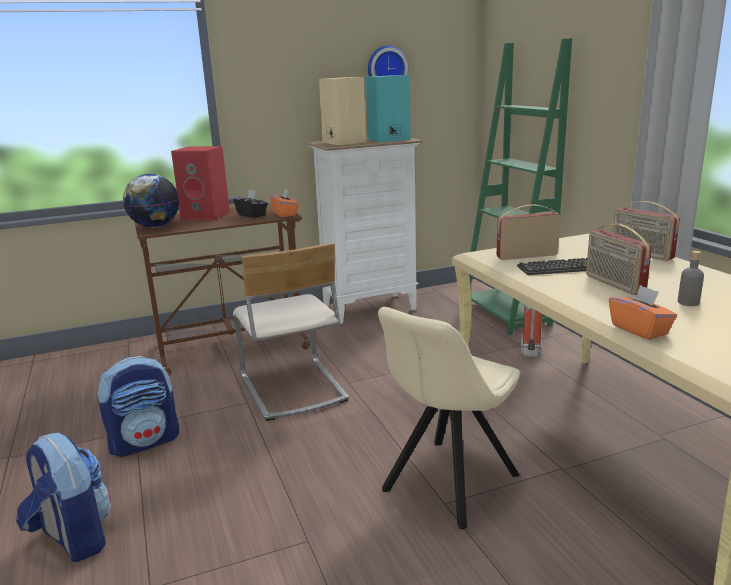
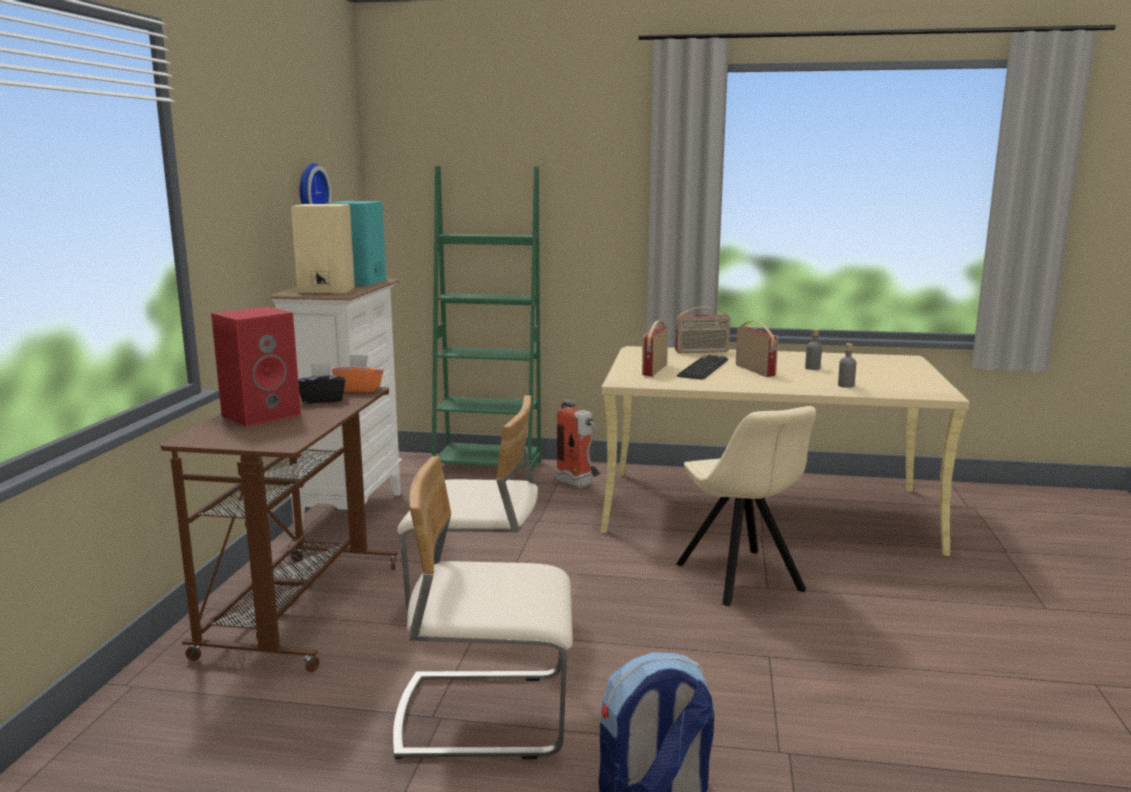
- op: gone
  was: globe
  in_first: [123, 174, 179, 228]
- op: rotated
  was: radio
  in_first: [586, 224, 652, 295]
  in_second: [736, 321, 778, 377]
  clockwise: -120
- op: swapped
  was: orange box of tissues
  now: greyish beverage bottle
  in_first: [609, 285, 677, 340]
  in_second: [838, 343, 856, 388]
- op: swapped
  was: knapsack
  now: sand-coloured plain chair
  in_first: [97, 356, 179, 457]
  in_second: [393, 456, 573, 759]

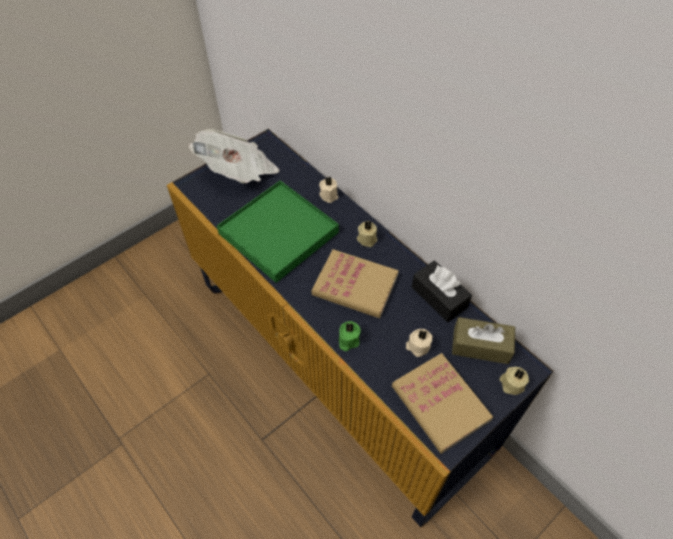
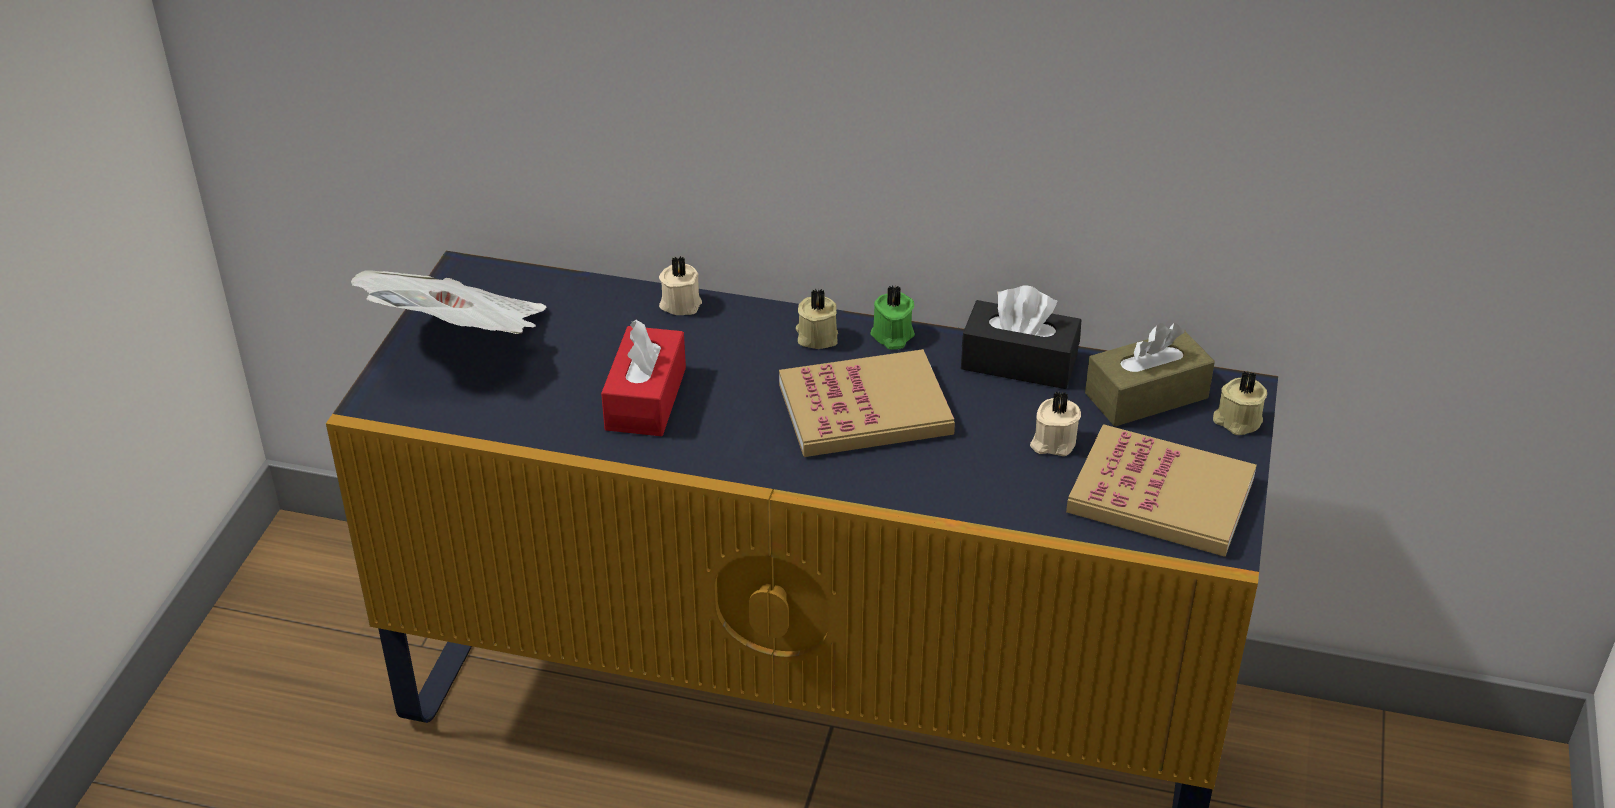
- op: swapped
  was: green-coloured carrying tray
  now: red box of tissues
  in_first: [217, 181, 339, 283]
  in_second: [601, 319, 686, 436]
- op: shifted
  was: green-coloured wax candle
  in_first: [339, 321, 361, 351]
  in_second: [870, 285, 915, 350]

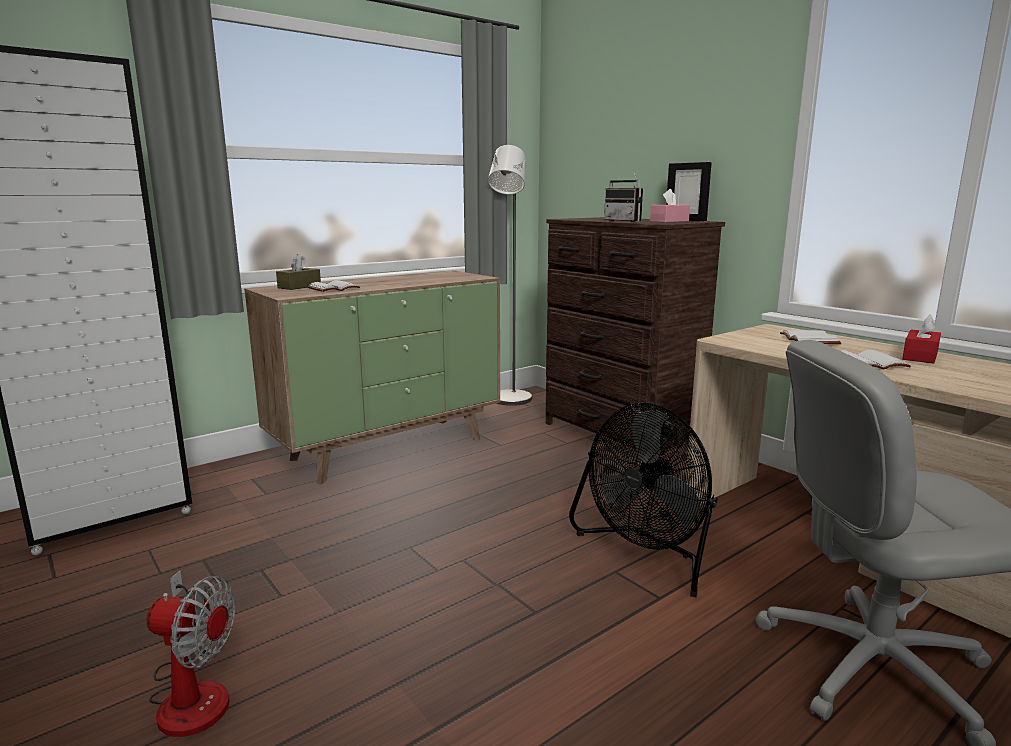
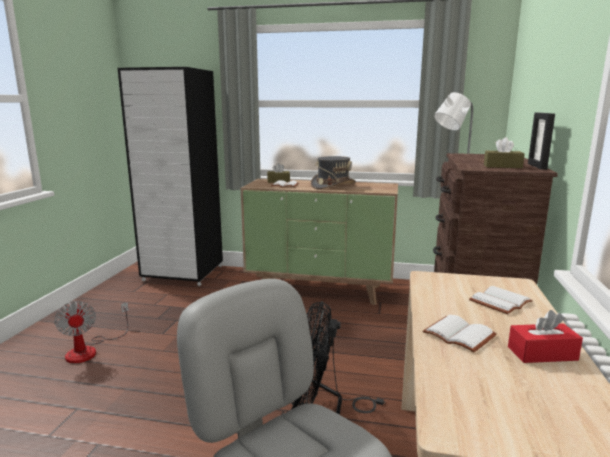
- op: gone
  was: radio
  in_first: [604, 169, 643, 222]
- op: repainted
  was: pinkish box of tissues
  now: brown-coloured box of tissues
  in_first: [650, 189, 690, 222]
  in_second: [484, 137, 525, 168]
- op: new
  now: greyish clothing hat
  in_second: [311, 156, 356, 189]

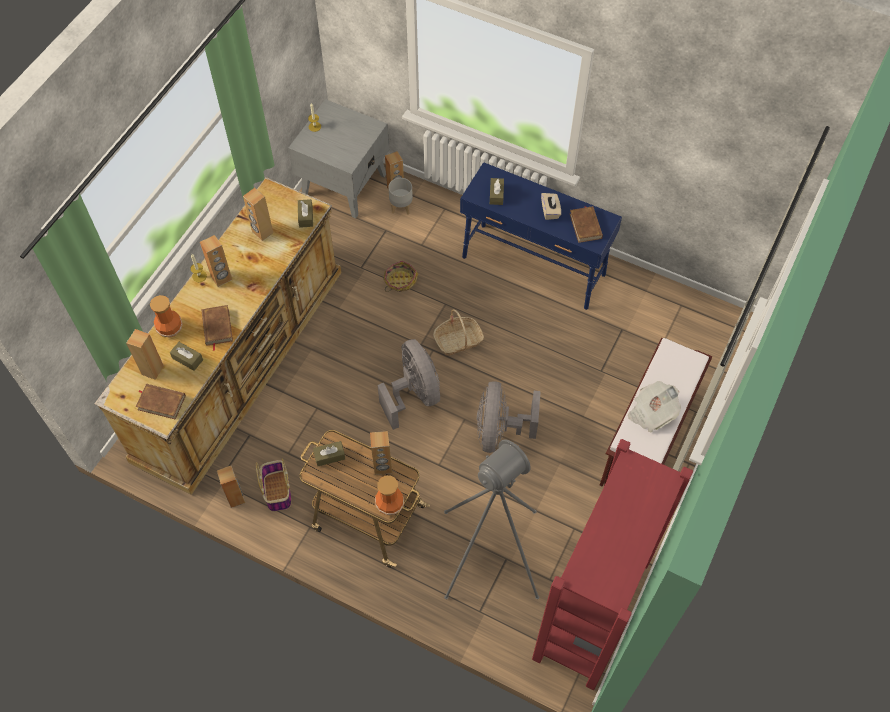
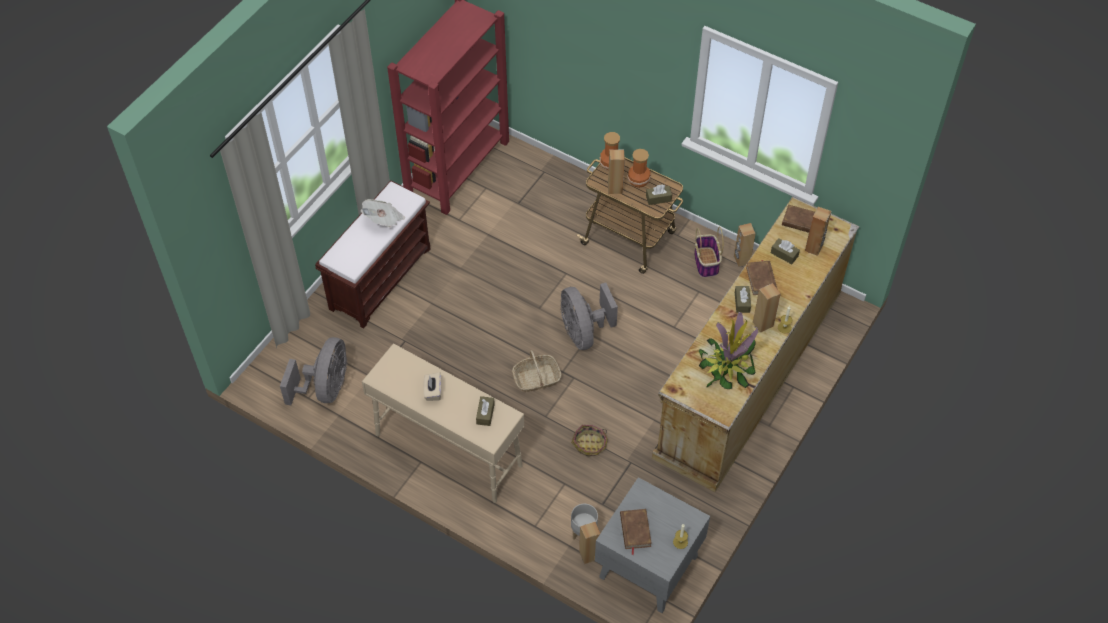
- op: repainted
  was: bluish hall table
  now: sand-coloured hall table
  in_first: [460, 162, 622, 310]
  in_second: [362, 344, 524, 503]
- op: swapped
  was: brown-coloured speaker
  now: houseplant
  in_first: [243, 188, 273, 241]
  in_second: [699, 312, 759, 389]
- op: shifted
  was: brown-coloured box of tissues
  in_first: [298, 199, 313, 228]
  in_second: [735, 286, 751, 313]
- op: shifted
  was: brown-coloured bound book
  in_first: [570, 206, 603, 243]
  in_second: [620, 509, 652, 555]
- op: shifted
  was: decorative vase
  in_first: [150, 295, 183, 338]
  in_second: [627, 149, 651, 188]
- op: shifted
  was: greyish cooling fan
  in_first: [477, 381, 541, 453]
  in_second: [280, 337, 347, 405]
- op: gone
  was: greyish floor lamp
  in_first: [444, 440, 539, 599]

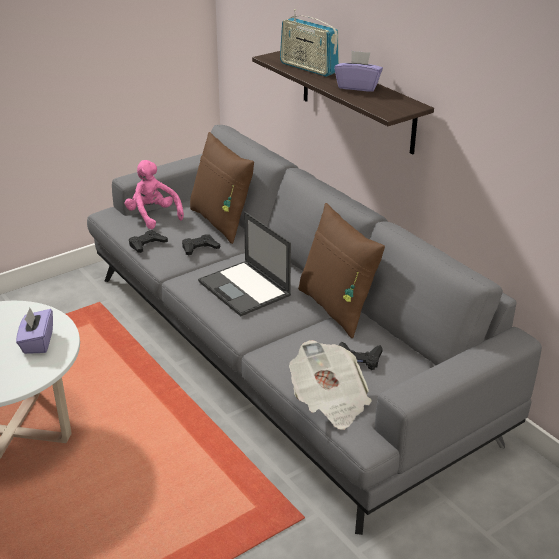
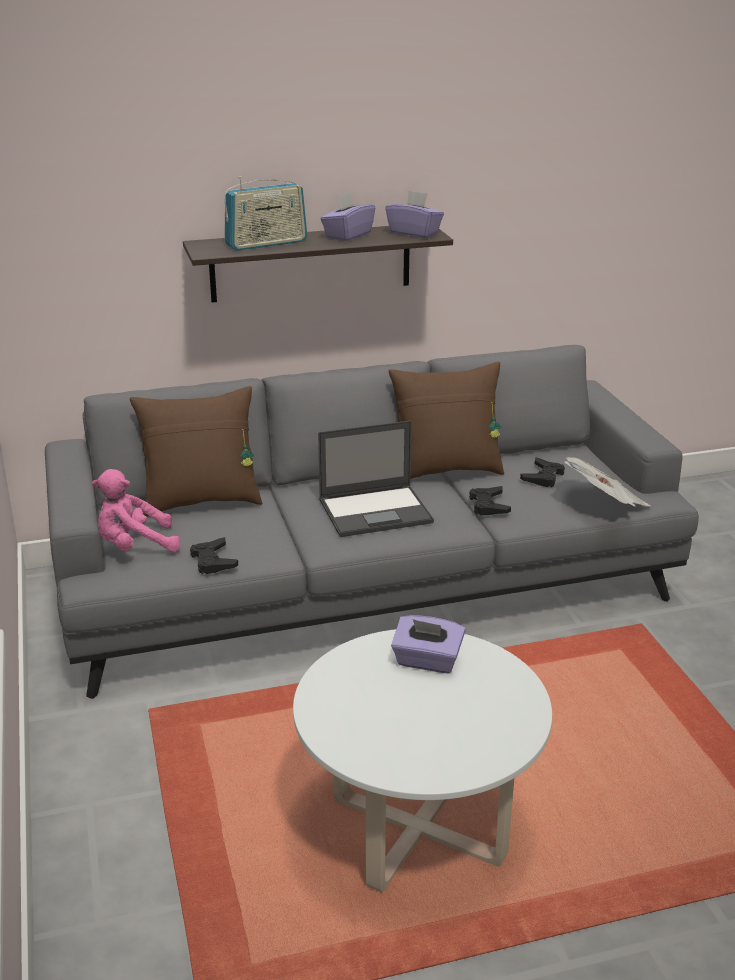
- op: shifted
  was: black joypad
  in_first: [182, 234, 220, 256]
  in_second: [469, 486, 511, 515]
- op: new
  now: purple-coloured box of tissues
  in_second: [385, 191, 444, 238]

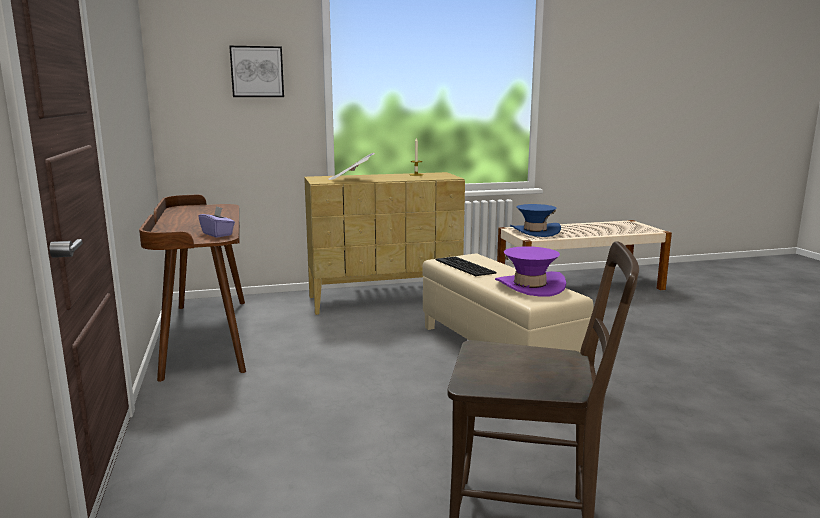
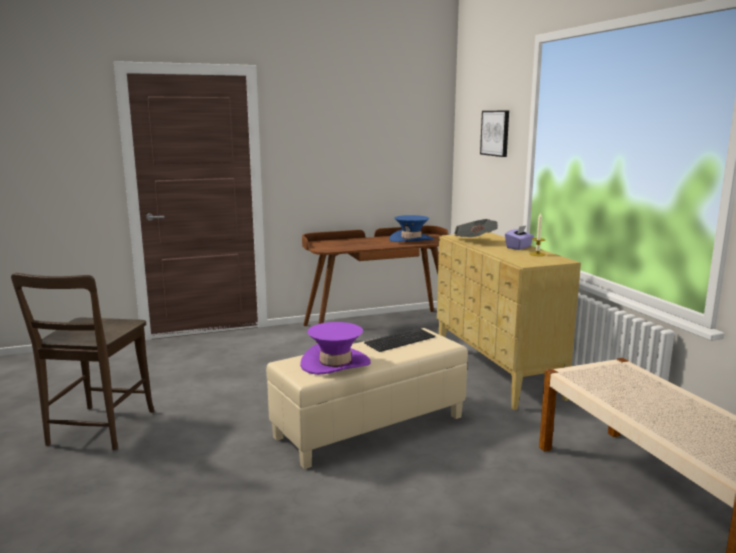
- op: shifted
  was: bluish clothing hat
  in_first: [510, 204, 561, 237]
  in_second: [389, 215, 434, 242]
- op: shifted
  was: purple-coloured box of tissues
  in_first: [198, 206, 235, 237]
  in_second: [505, 226, 534, 250]

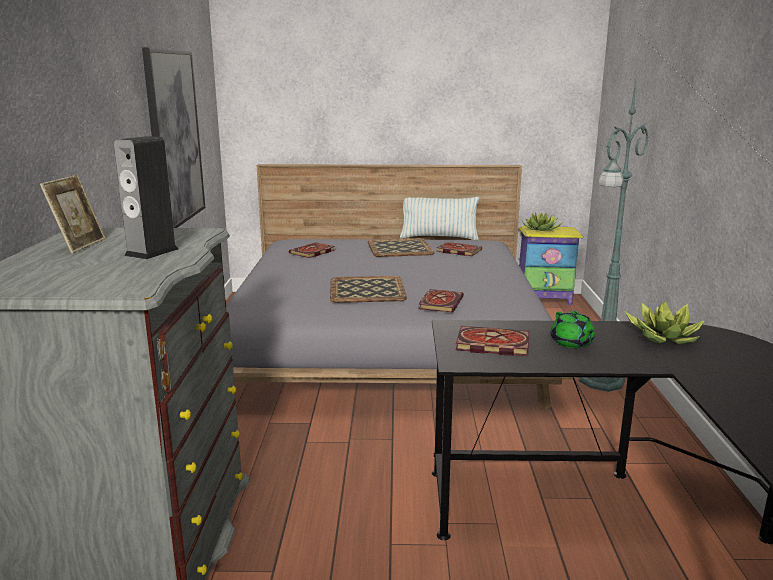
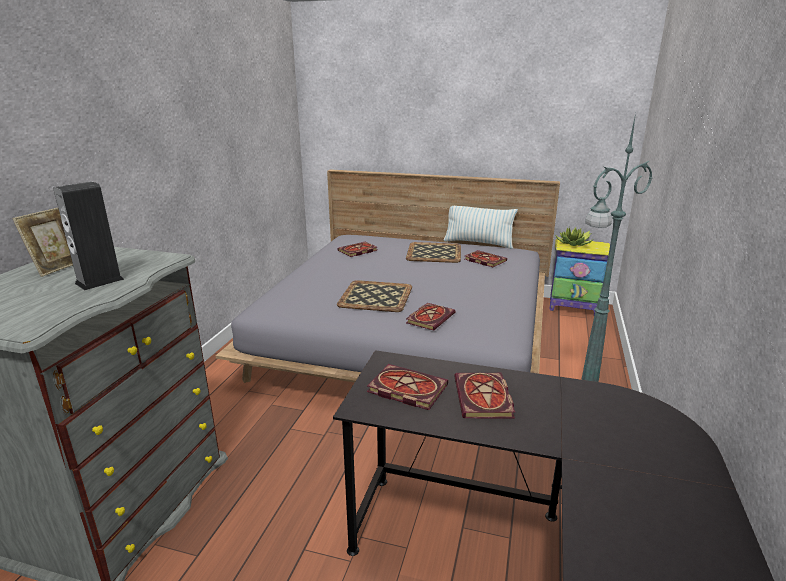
- op: gone
  was: wall picture
  in_first: [142, 48, 205, 228]
- op: gone
  was: houseplant
  in_first: [624, 301, 705, 344]
- op: swapped
  was: green-coloured pot for tea
  now: bound book
  in_first: [550, 311, 595, 348]
  in_second: [454, 373, 515, 419]

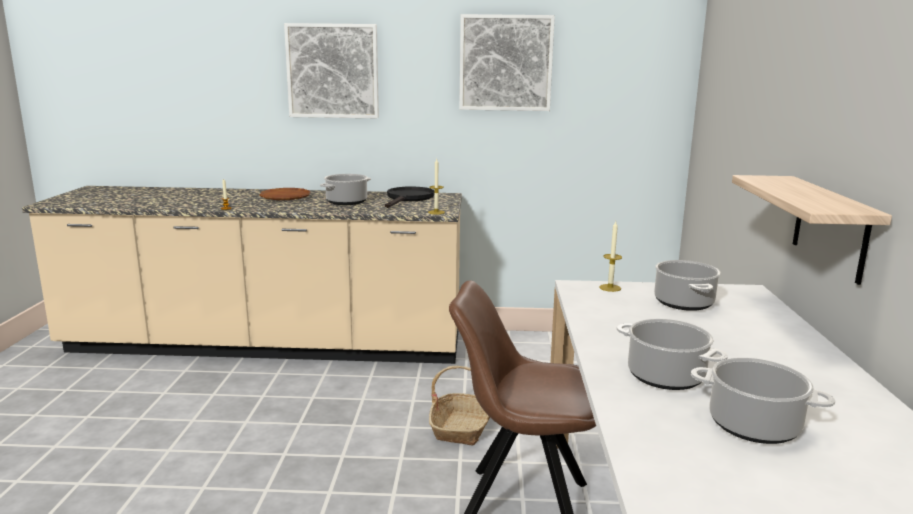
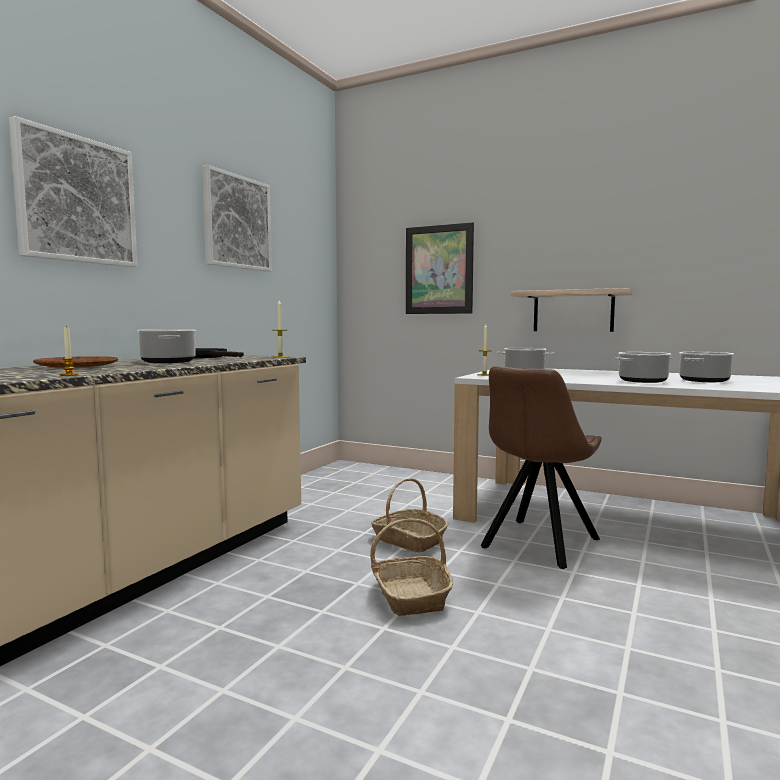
- op: new
  now: wall picture
  in_second: [406, 222, 474, 314]
- op: new
  now: storage basket
  in_second: [370, 518, 453, 616]

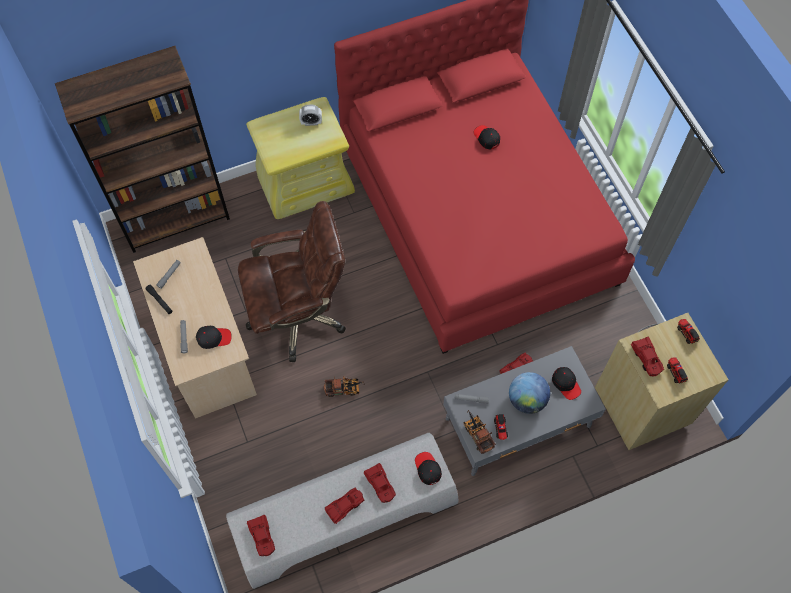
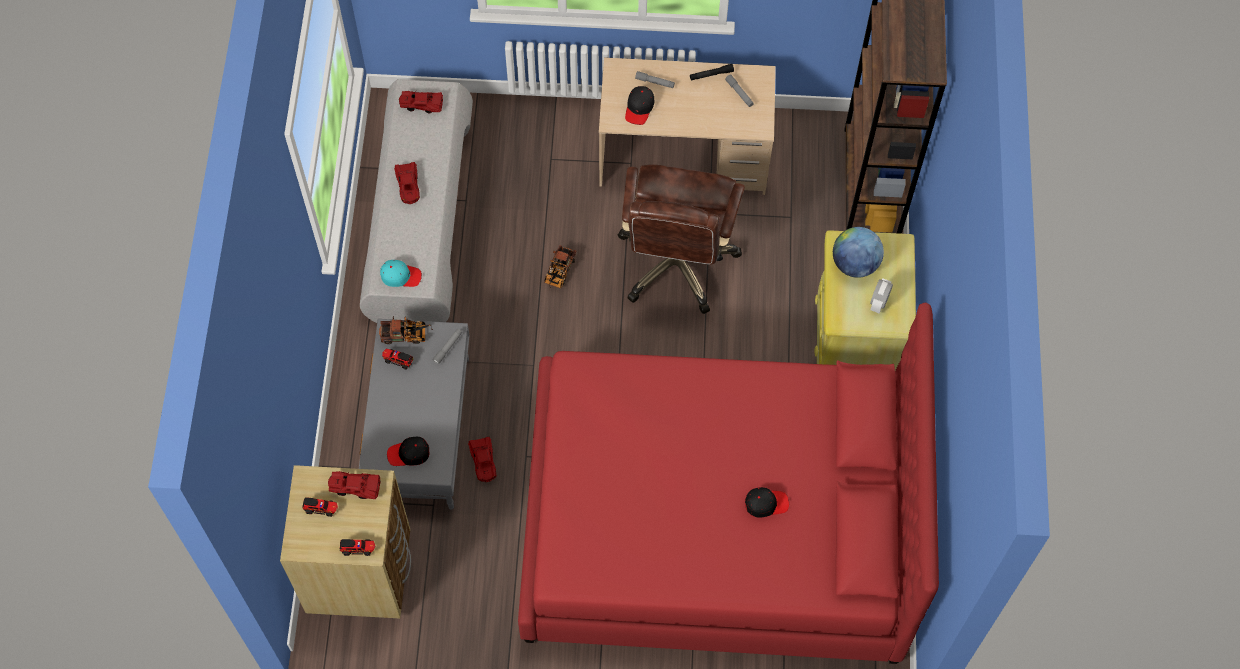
- op: shifted
  was: globe
  in_first: [509, 372, 550, 414]
  in_second: [833, 227, 884, 278]
- op: repainted
  was: black baseball cap
  now: turquoise-coloured baseball cap
  in_first: [415, 452, 442, 485]
  in_second: [380, 260, 422, 287]
- op: gone
  was: red miniature car
  in_first: [363, 463, 396, 503]

